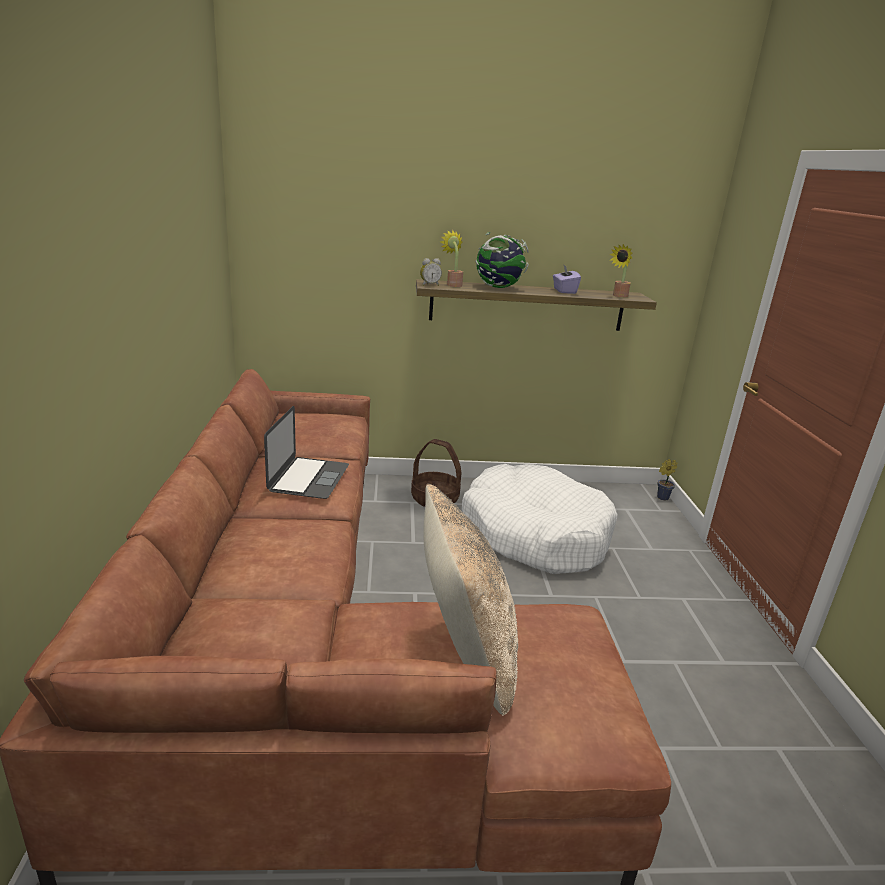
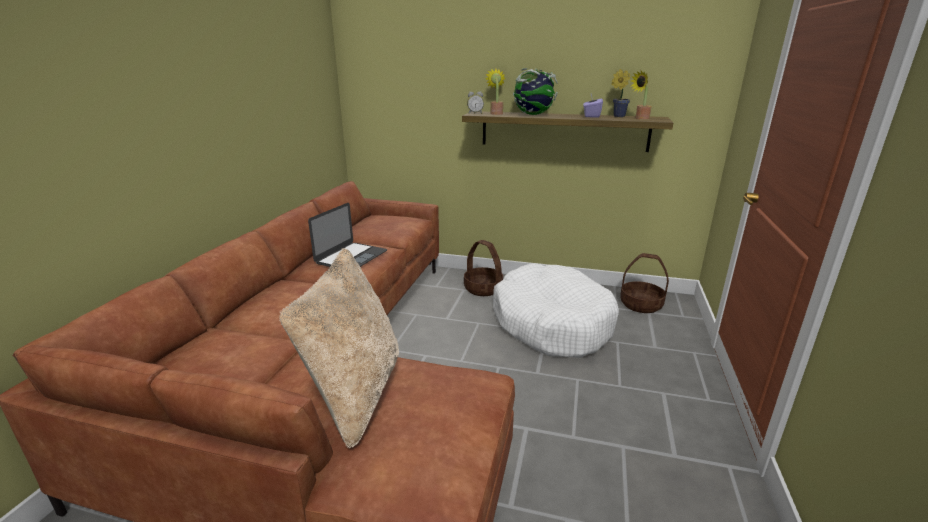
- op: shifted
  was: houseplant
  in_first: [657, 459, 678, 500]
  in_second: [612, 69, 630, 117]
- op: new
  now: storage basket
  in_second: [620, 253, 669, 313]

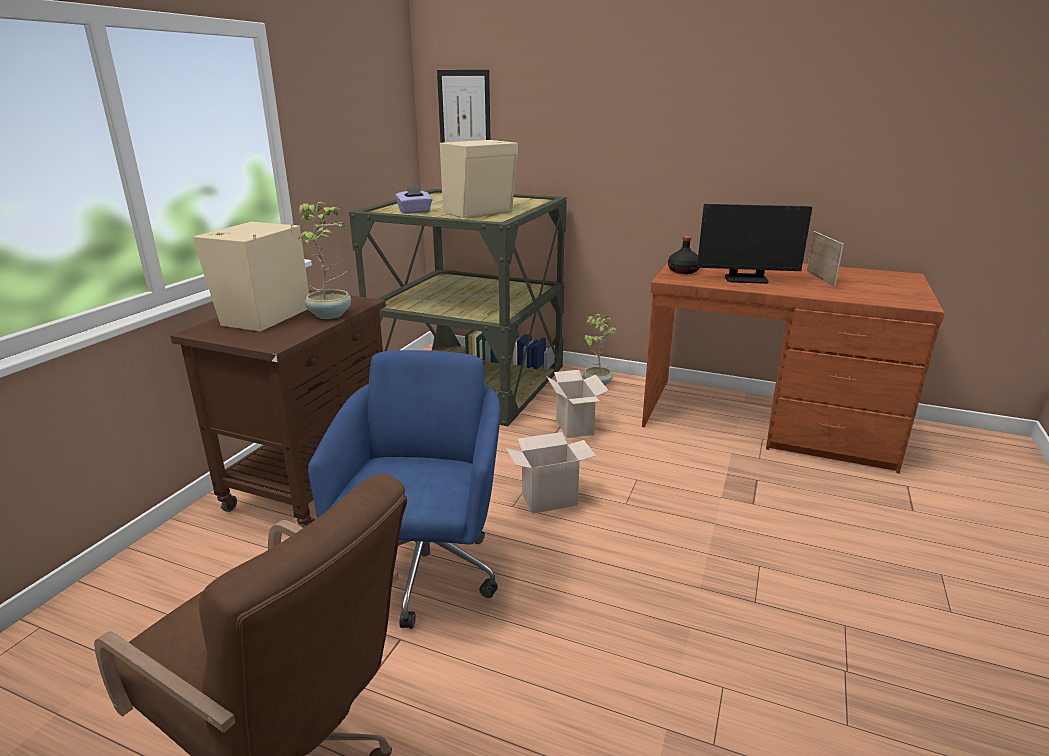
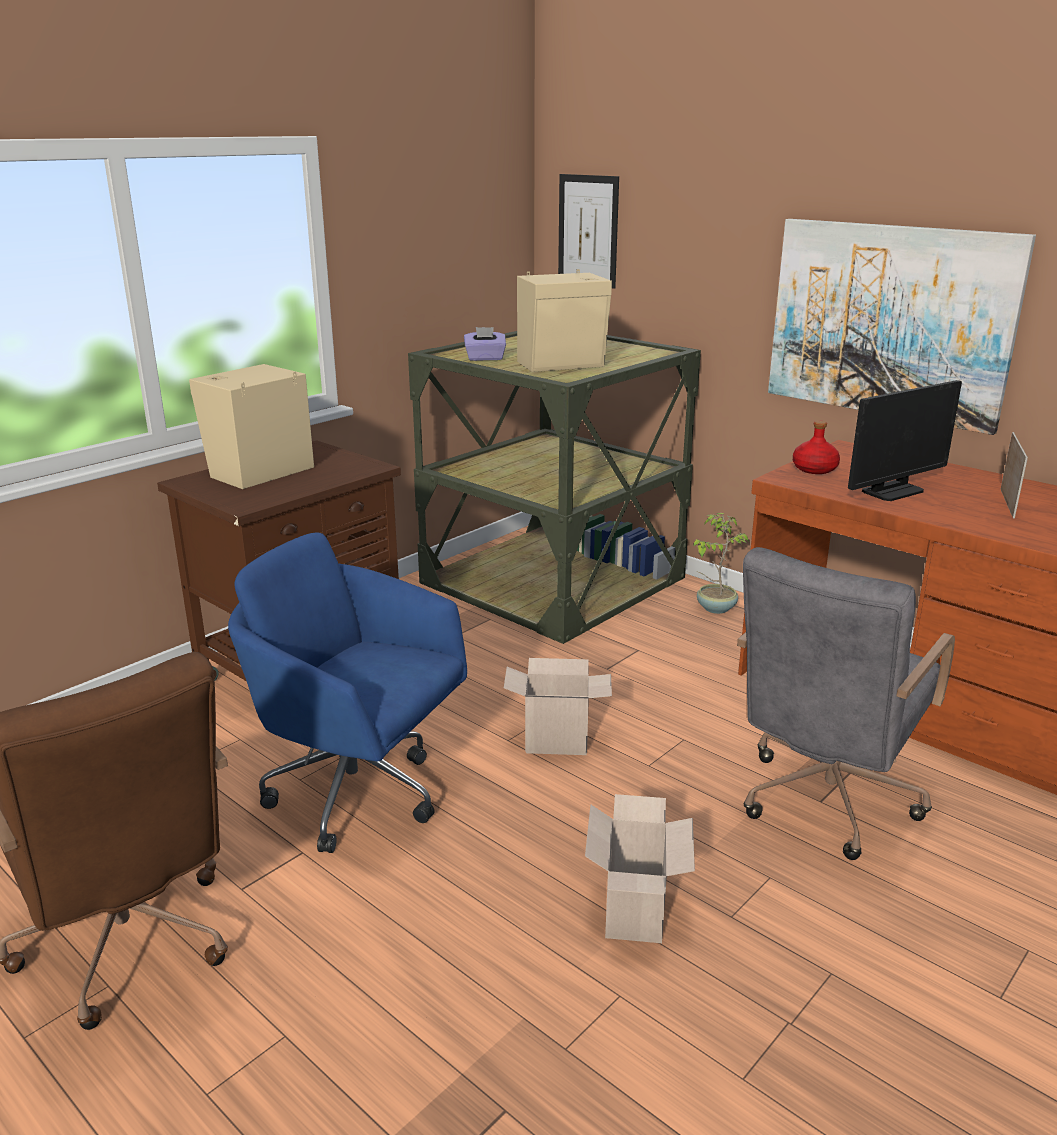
- op: gone
  was: houseplant
  in_first: [299, 202, 351, 319]
- op: rotated
  was: computer screen
  in_first: [697, 204, 812, 284]
  in_second: [848, 380, 962, 501]
  clockwise: -60
- op: repainted
  was: black beverage bottle
  now: red beverage bottle
  in_first: [668, 235, 700, 274]
  in_second: [793, 420, 840, 474]
- op: rotated
  was: bluish computer chair
  in_first: [308, 350, 501, 629]
  in_second: [228, 533, 467, 853]
  clockwise: -90
- op: shifted
  was: carton
  in_first: [546, 370, 609, 438]
  in_second: [585, 794, 695, 943]
- op: new
  now: wall picture
  in_second: [768, 219, 1036, 435]
- op: new
  now: greyish computer chair
  in_second: [737, 547, 955, 860]

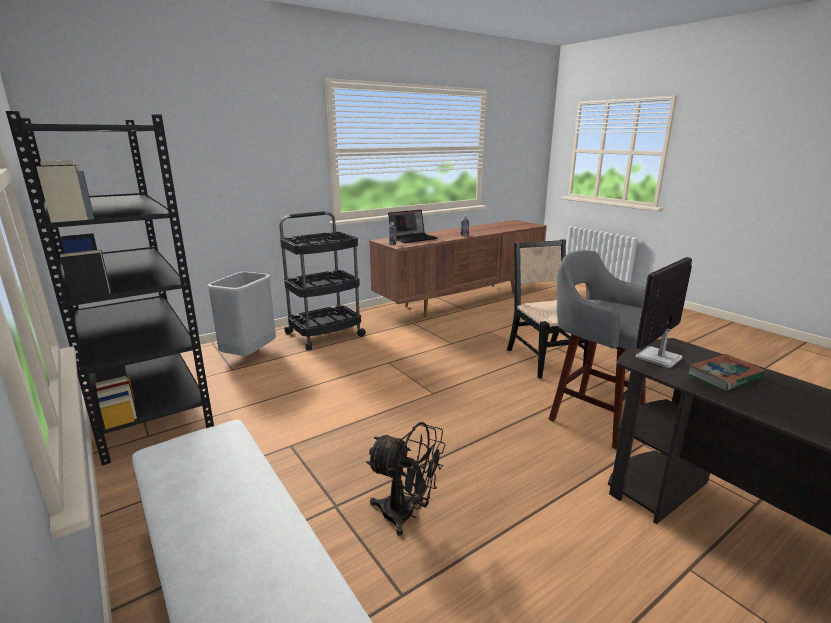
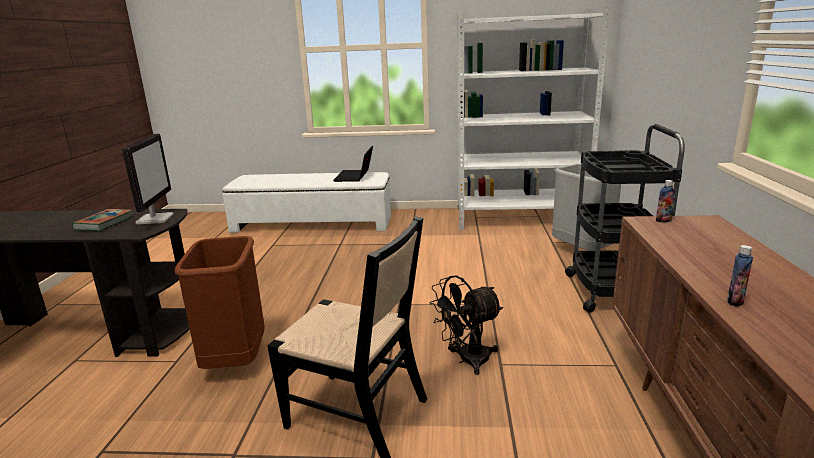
- op: repainted
  was: black shelving unit
  now: white shelving unit
  in_first: [6, 111, 214, 466]
  in_second: [457, 6, 610, 230]
- op: shifted
  was: laptop
  in_first: [388, 210, 438, 243]
  in_second: [333, 146, 373, 182]
- op: swapped
  was: greyish stool
  now: brown-coloured waste bin
  in_first: [549, 250, 646, 449]
  in_second: [174, 236, 265, 369]
- op: shifted
  was: black cooling fan
  in_first: [366, 422, 446, 536]
  in_second: [430, 275, 503, 375]

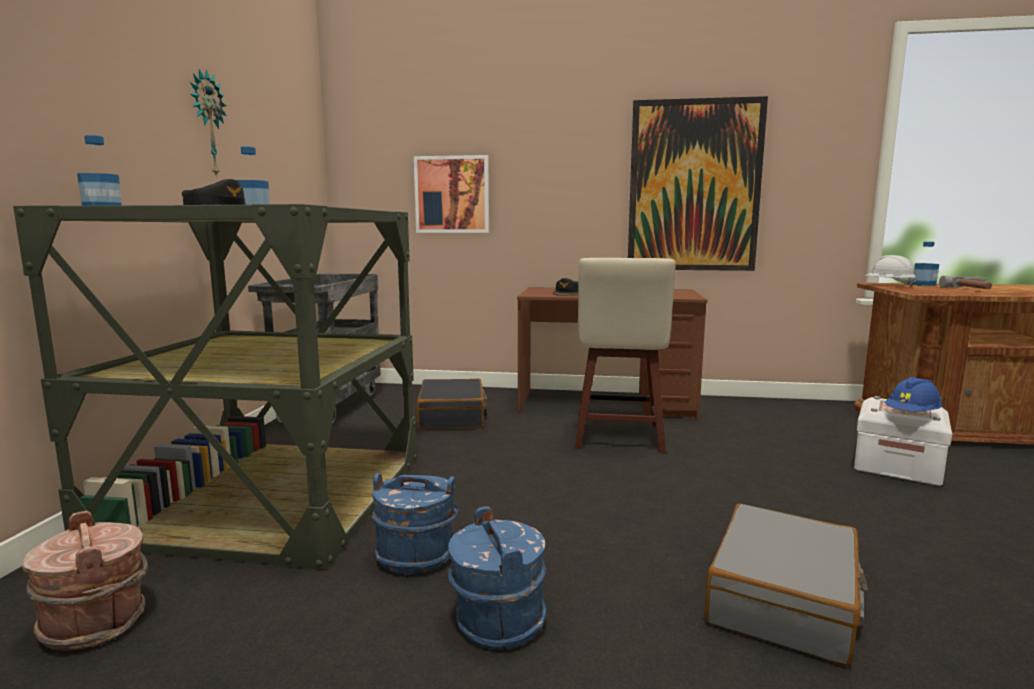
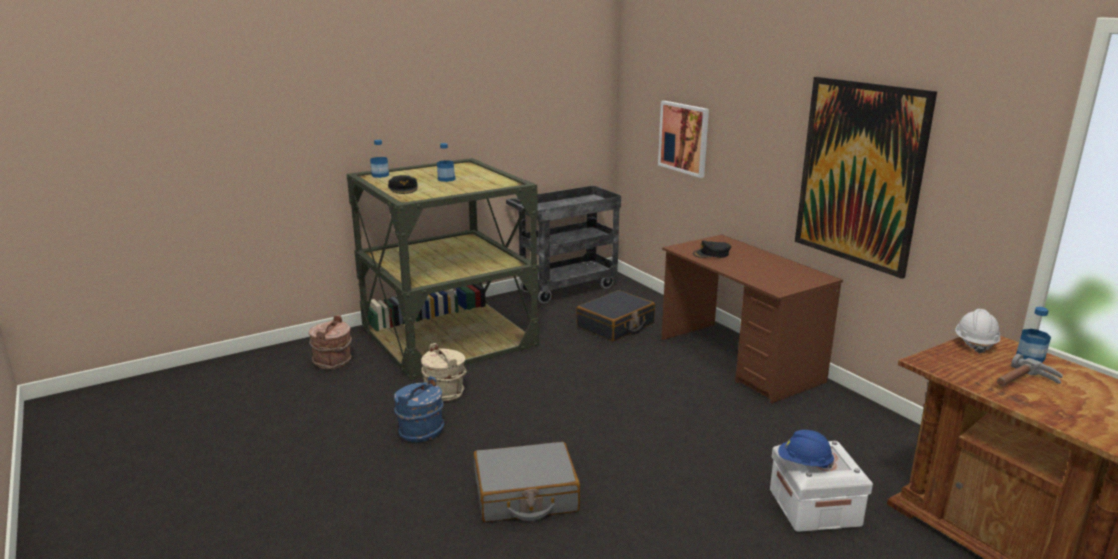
- op: gone
  was: hanging clock
  in_first: [190, 69, 227, 177]
- op: gone
  was: sand-coloured stool
  in_first: [574, 258, 676, 453]
- op: repainted
  was: bluish pail
  now: sand-coloured pail
  in_first: [372, 473, 459, 574]
  in_second: [421, 343, 467, 401]

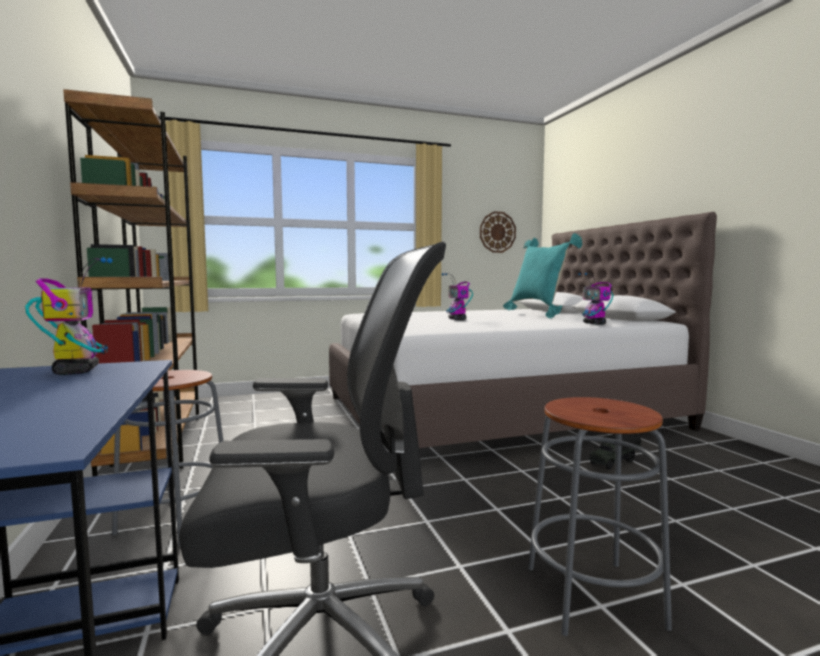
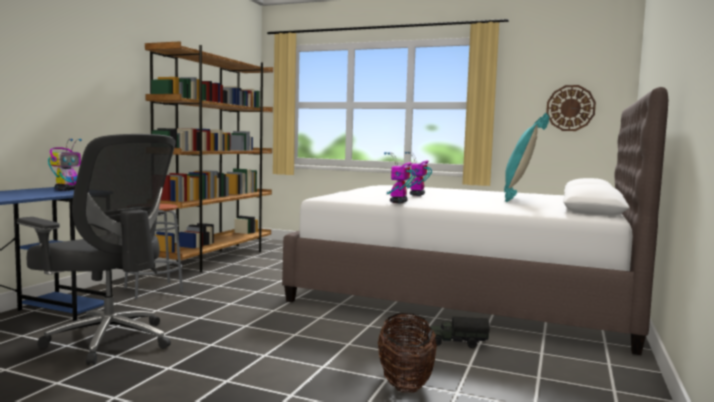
- op: shifted
  was: model robot
  in_first: [578, 273, 613, 325]
  in_second: [384, 152, 416, 204]
- op: gone
  was: greyish stool
  in_first: [528, 397, 672, 636]
- op: new
  now: storage basket
  in_second: [378, 313, 437, 393]

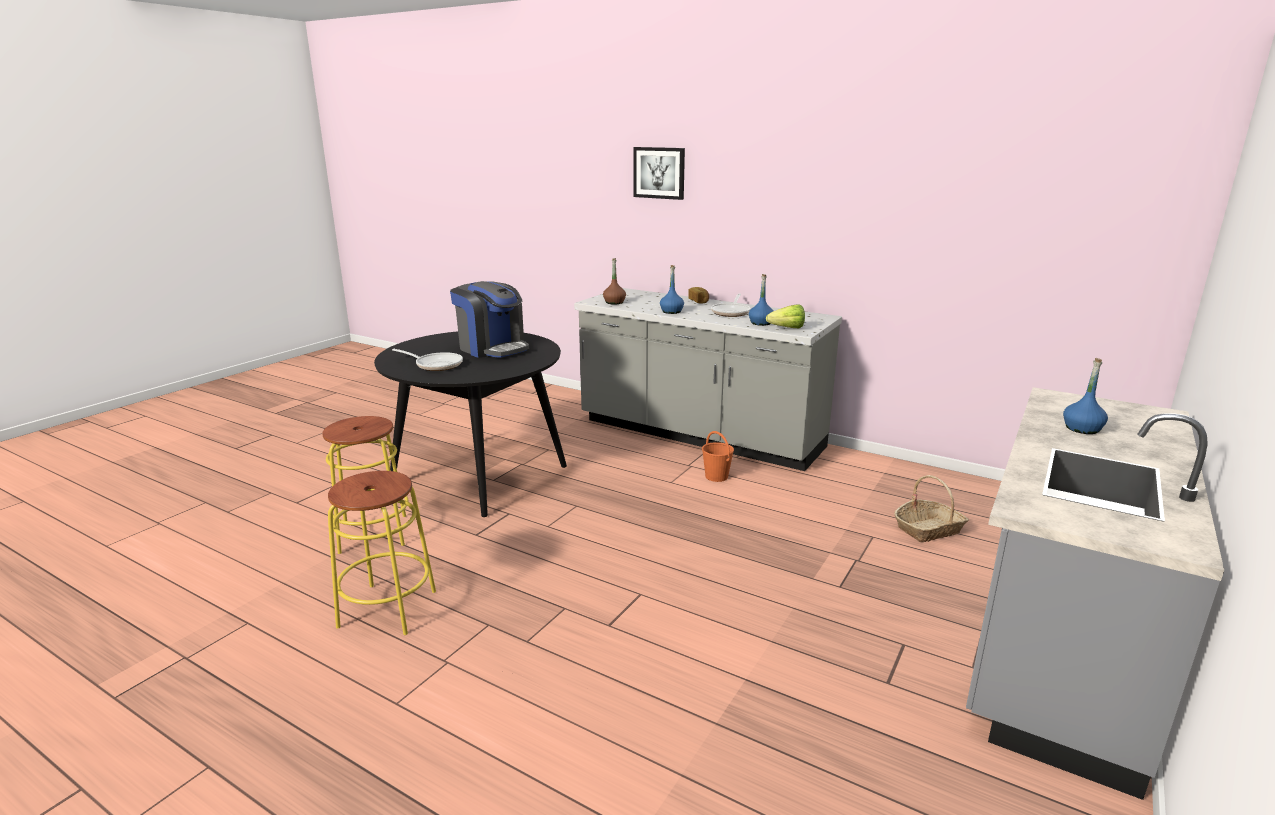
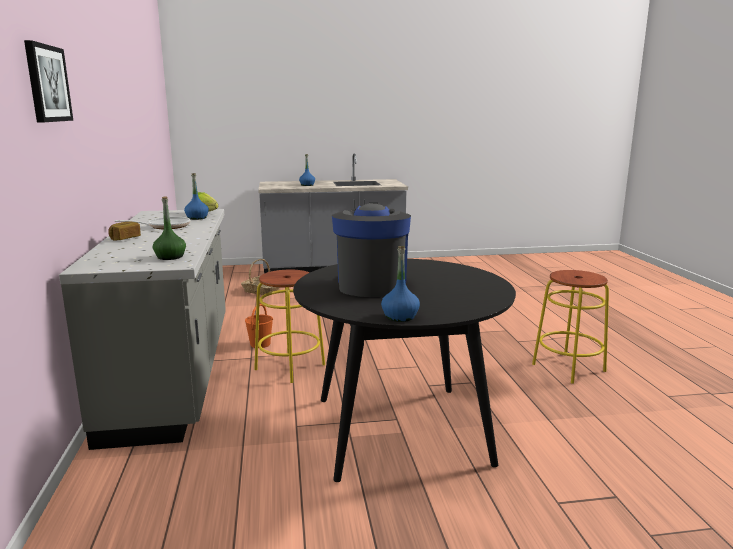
- op: repainted
  was: brown-coloured beverage bottle
  now: green-coloured beverage bottle
  in_first: [603, 258, 626, 305]
  in_second: [153, 196, 186, 260]
- op: shifted
  was: bluish beverage bottle
  in_first: [660, 265, 684, 314]
  in_second: [381, 246, 420, 322]
- op: gone
  was: pan
  in_first: [392, 349, 463, 371]
- op: shifted
  was: yellow-coloured stool
  in_first: [322, 416, 408, 554]
  in_second: [254, 270, 325, 383]

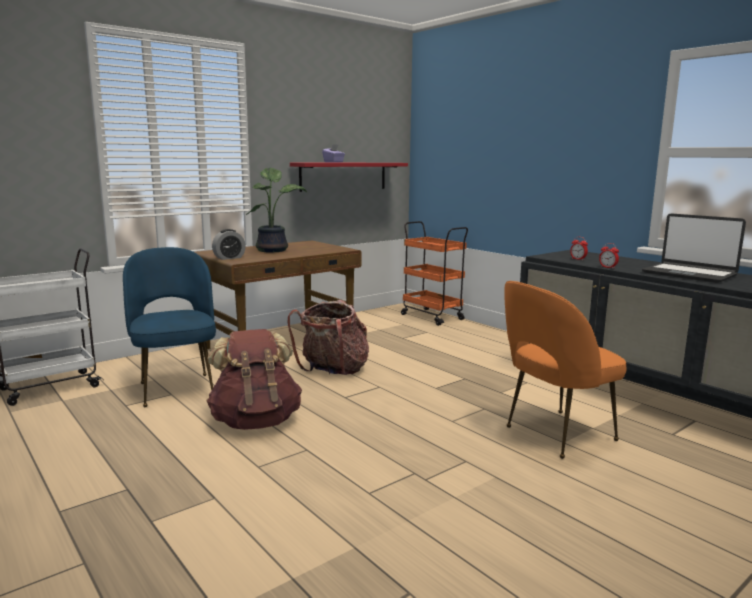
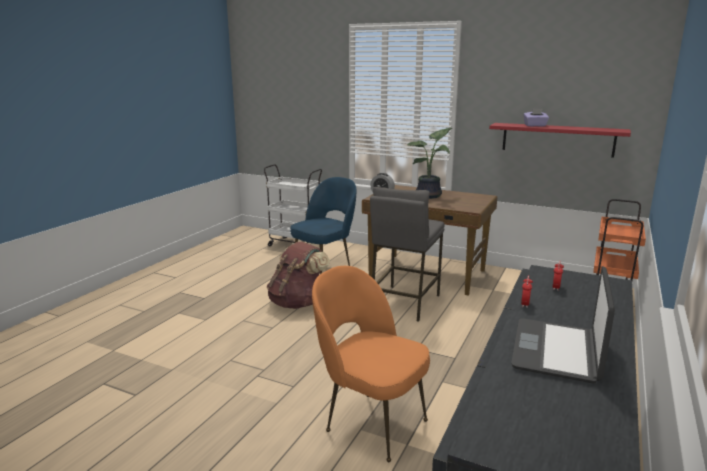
- op: swapped
  was: knapsack
  now: greyish stool
  in_first: [288, 300, 369, 375]
  in_second: [370, 187, 445, 322]

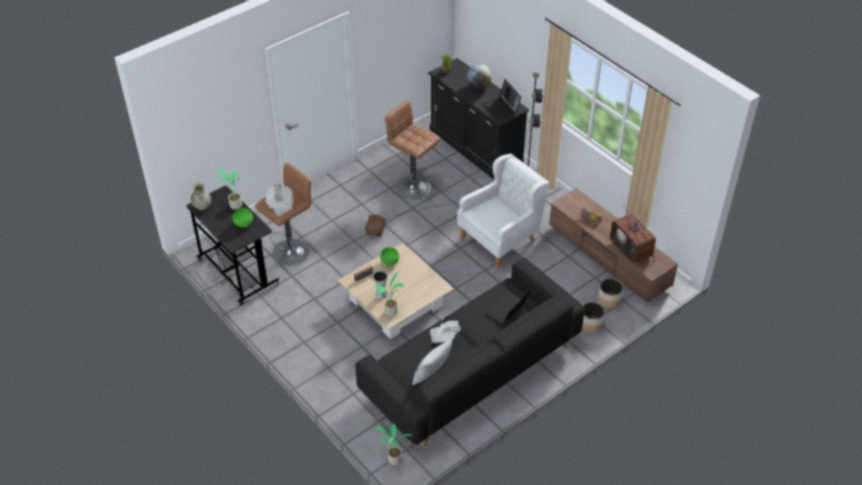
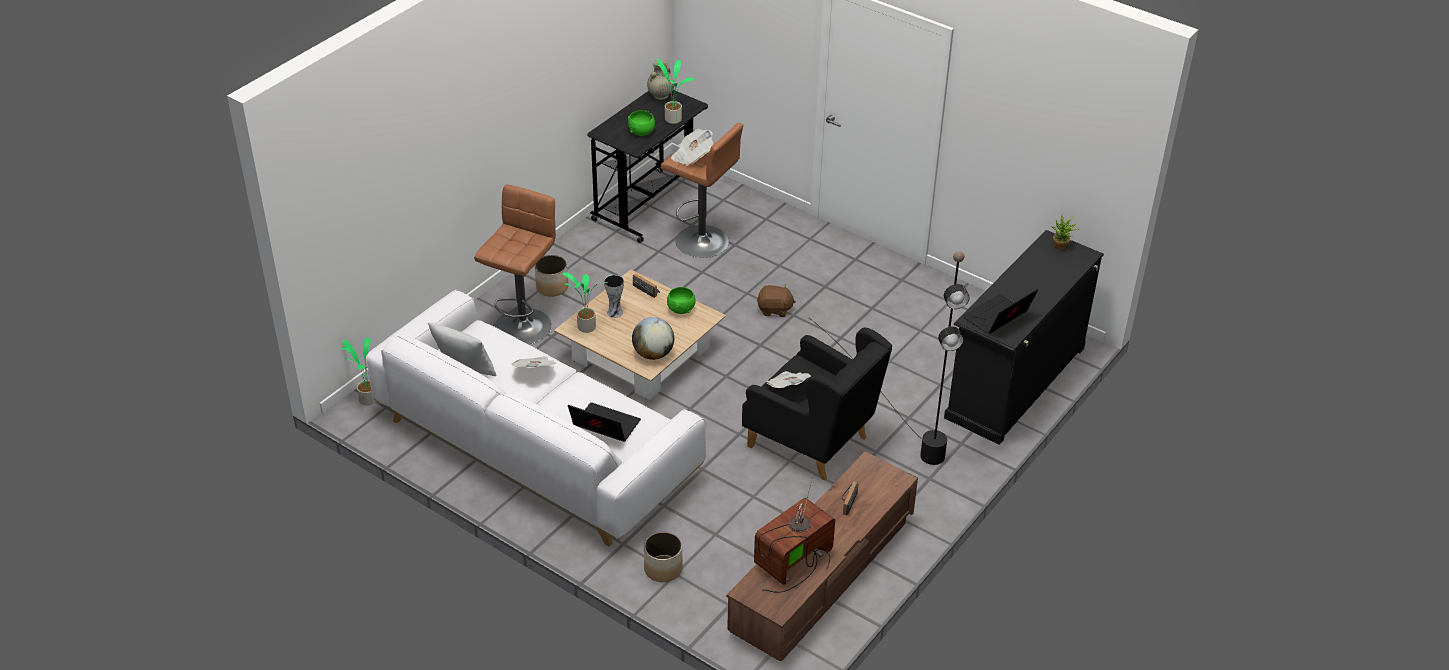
- op: shifted
  was: globe
  in_first: [467, 64, 492, 89]
  in_second: [632, 317, 674, 360]
- op: shifted
  was: brown-coloured stool
  in_first: [385, 100, 440, 200]
  in_second: [474, 185, 556, 344]
- op: repainted
  was: white armchair
  now: black armchair
  in_first: [457, 154, 549, 268]
  in_second: [742, 328, 892, 480]
- op: repainted
  was: black couch
  now: white couch
  in_first: [356, 258, 585, 447]
  in_second: [366, 290, 706, 546]
- op: shifted
  was: plant pot
  in_first: [598, 279, 623, 308]
  in_second: [535, 255, 568, 297]
- op: new
  now: newspaper
  in_second: [766, 371, 811, 388]

